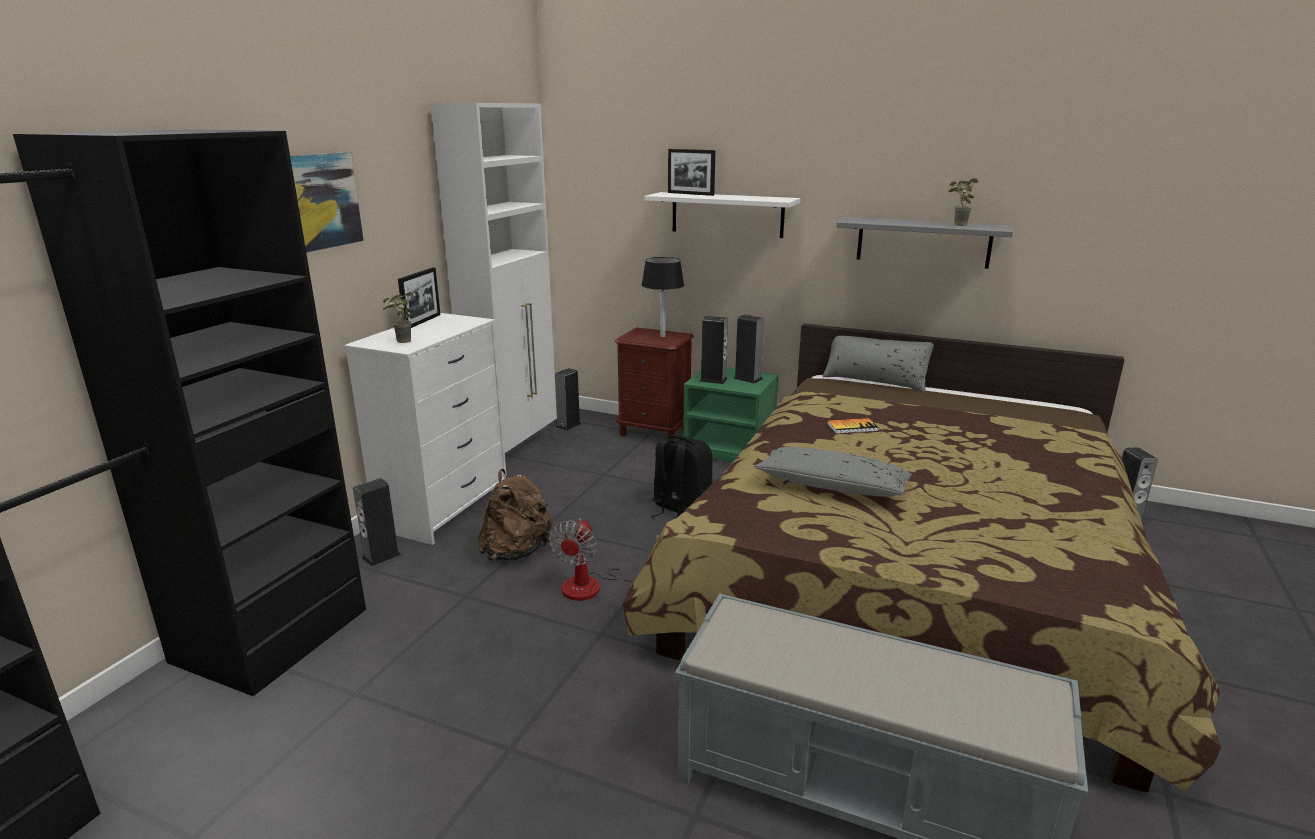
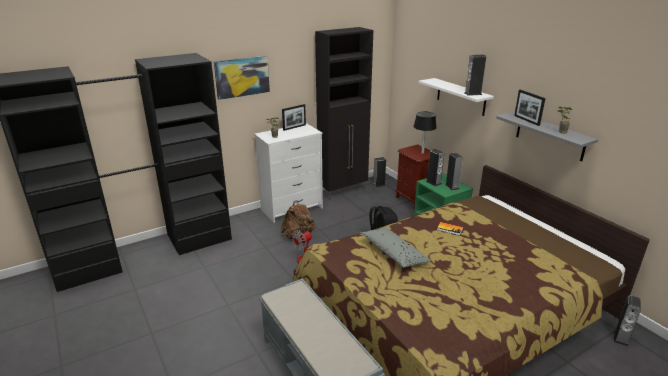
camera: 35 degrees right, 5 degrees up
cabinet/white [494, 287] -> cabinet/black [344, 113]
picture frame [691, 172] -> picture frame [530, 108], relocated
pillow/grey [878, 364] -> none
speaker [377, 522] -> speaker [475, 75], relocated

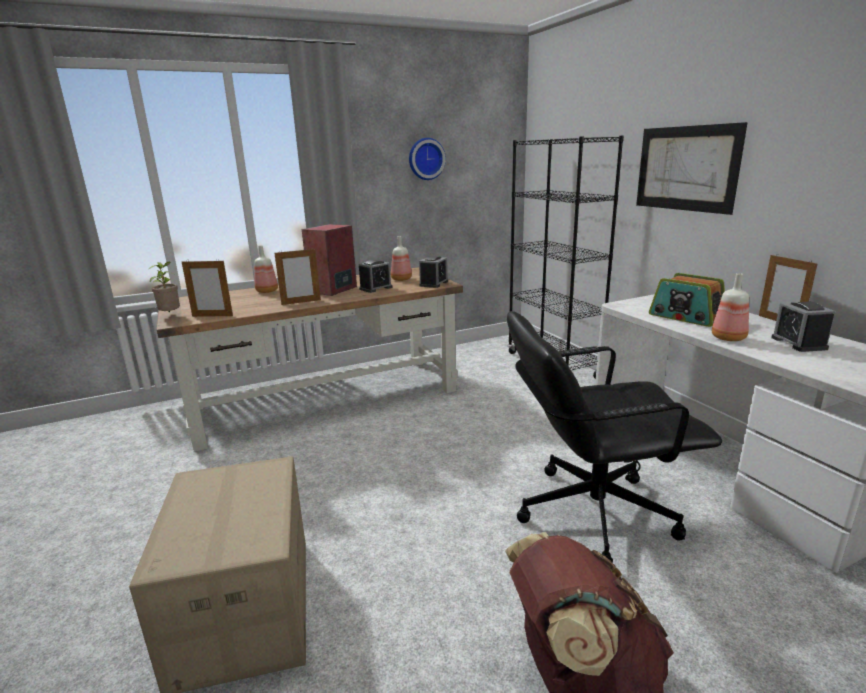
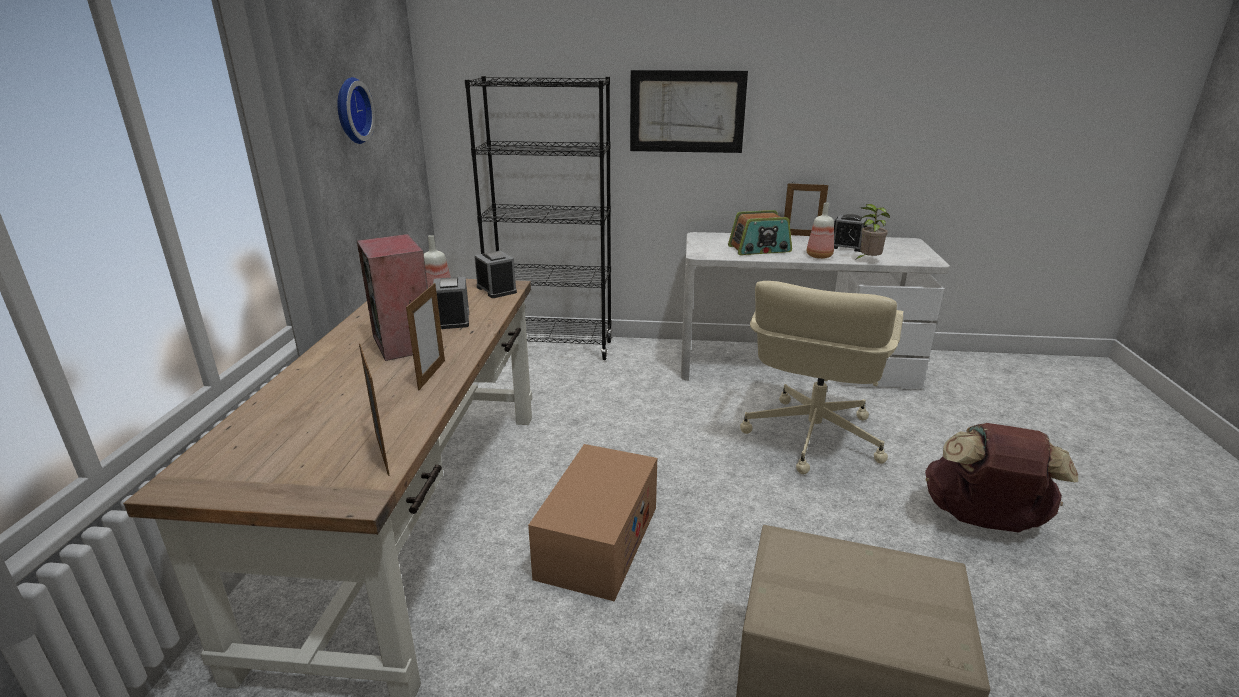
camera: 60 degrees left, 5 degrees up
bottle [266, 269] -> none
picture frame [207, 288] -> picture frame [374, 410], 60 degrees counterclockwise
potted plant [164, 287] -> potted plant [872, 232], relocated
office chair/black [614, 437] -> office chair/beige [821, 377]
none -> cardboard box [592, 523]

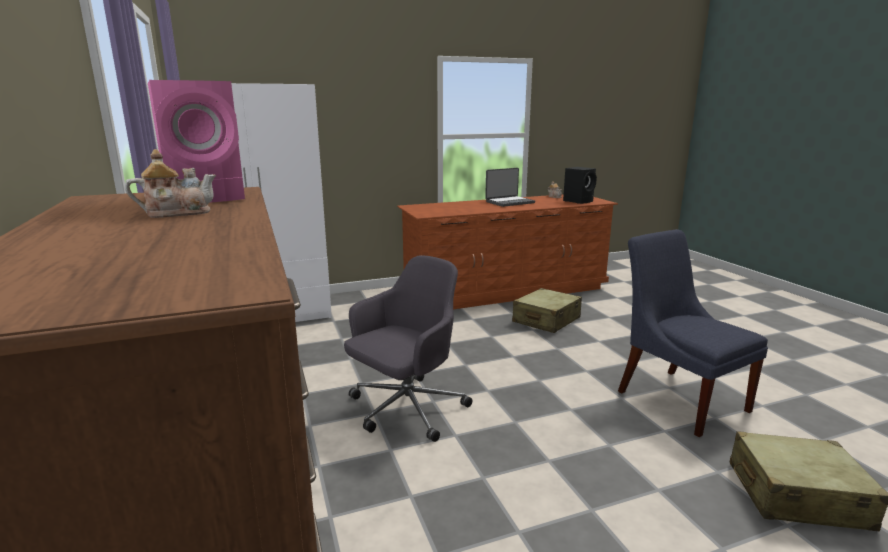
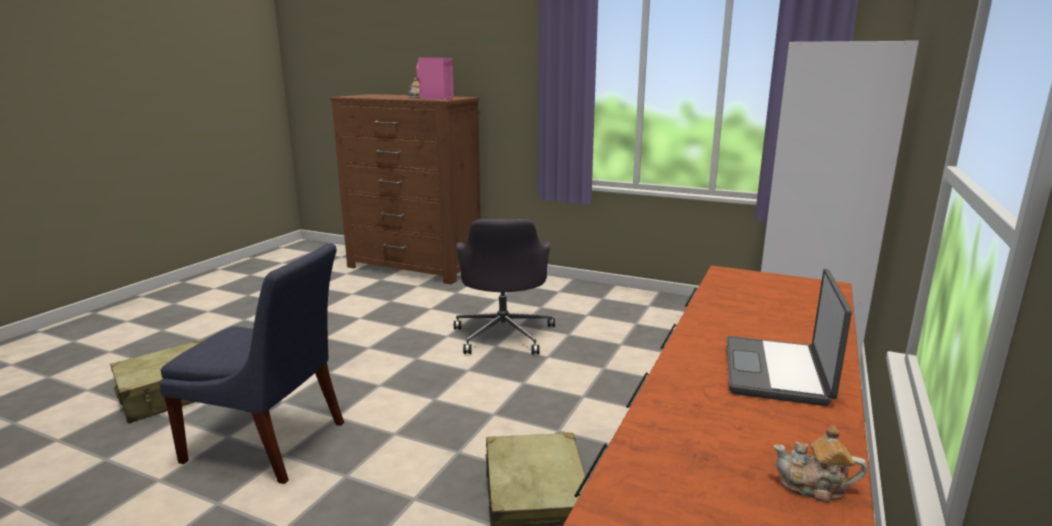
camera: 135 degrees right, 0 degrees up
speaker/black [580, 185] -> none

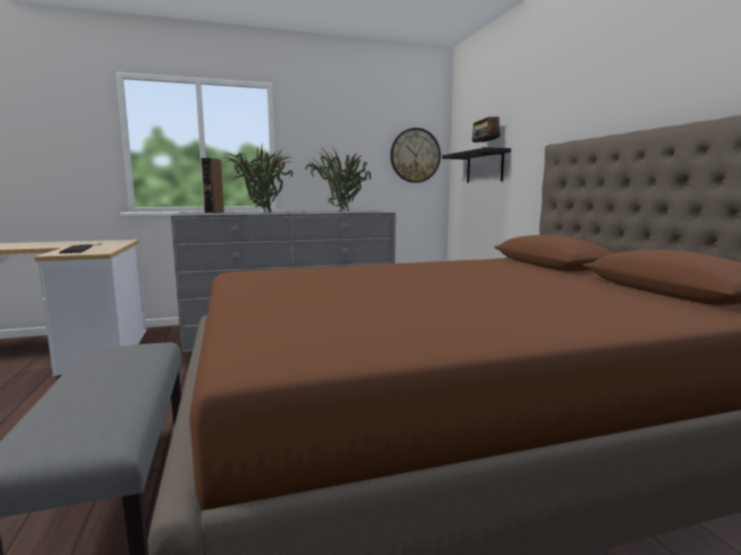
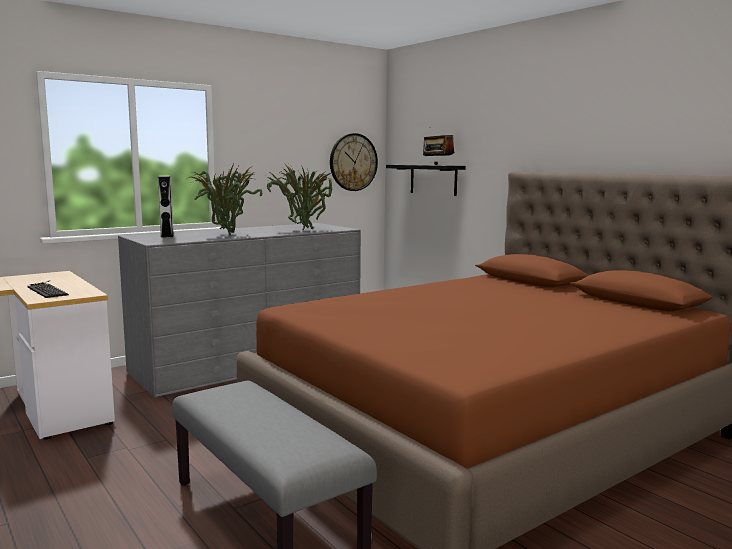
camera: 20 degrees left, 0 degrees up
speaker/brown [212, 185] -> speaker/grey [166, 207]

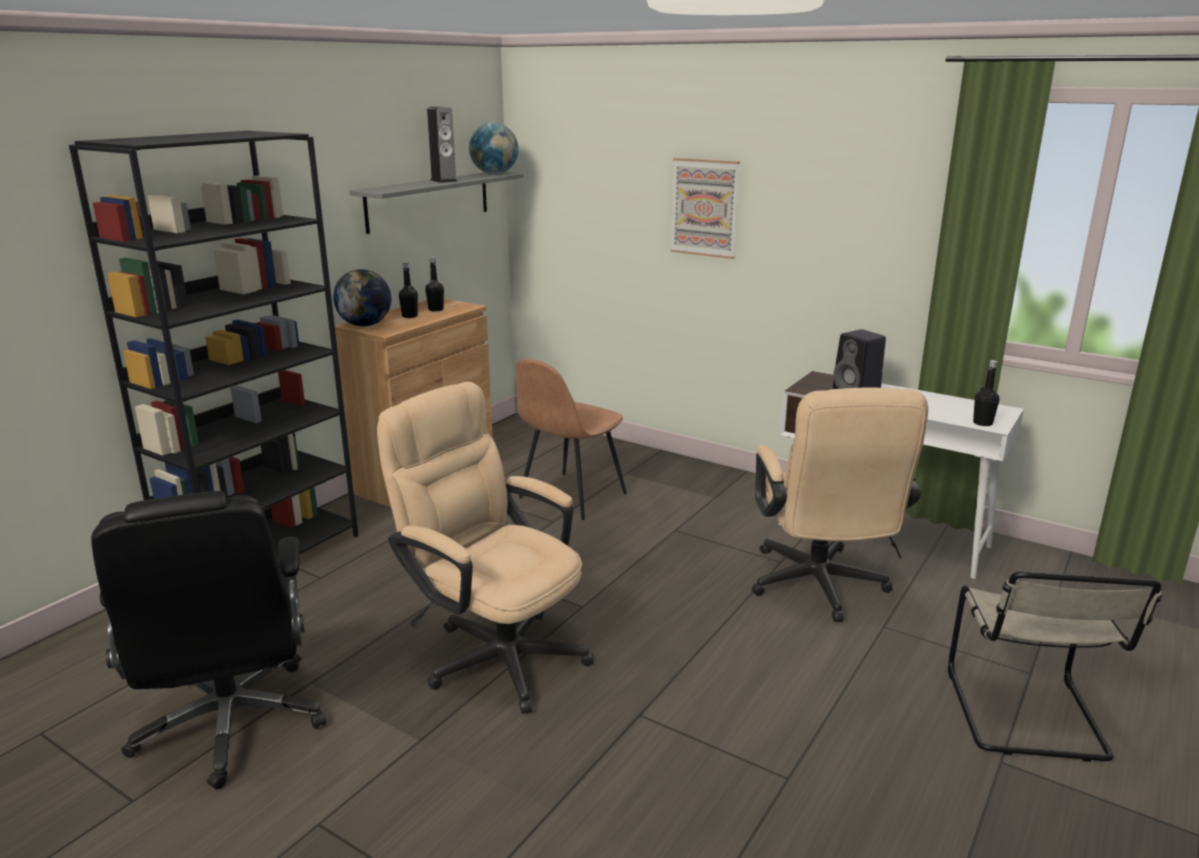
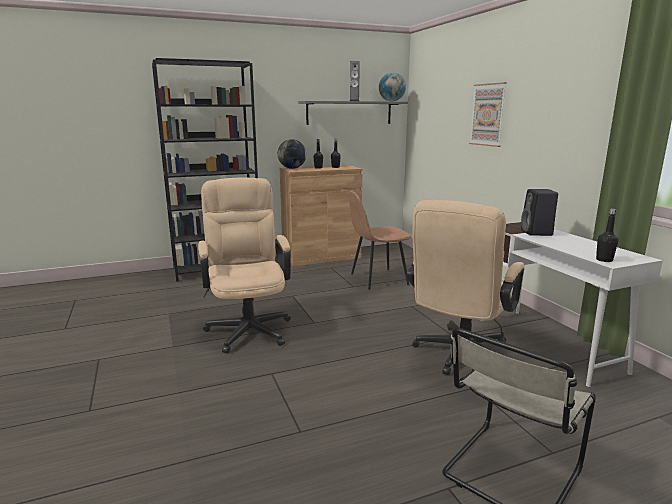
camera: 35 degrees right, 5 degrees down
office chair/black [208, 640] -> none

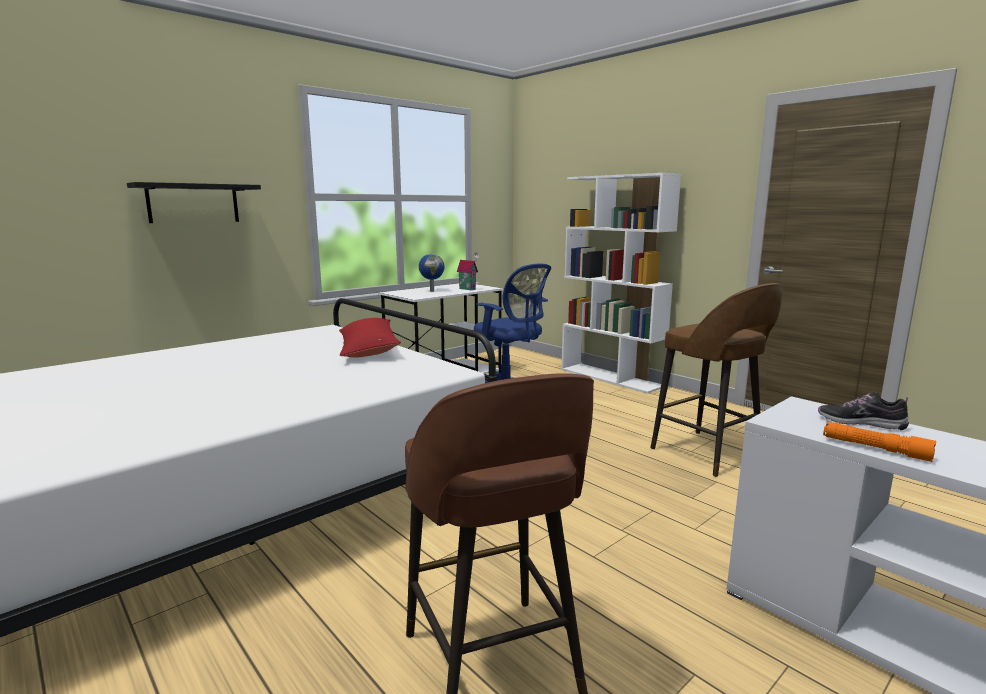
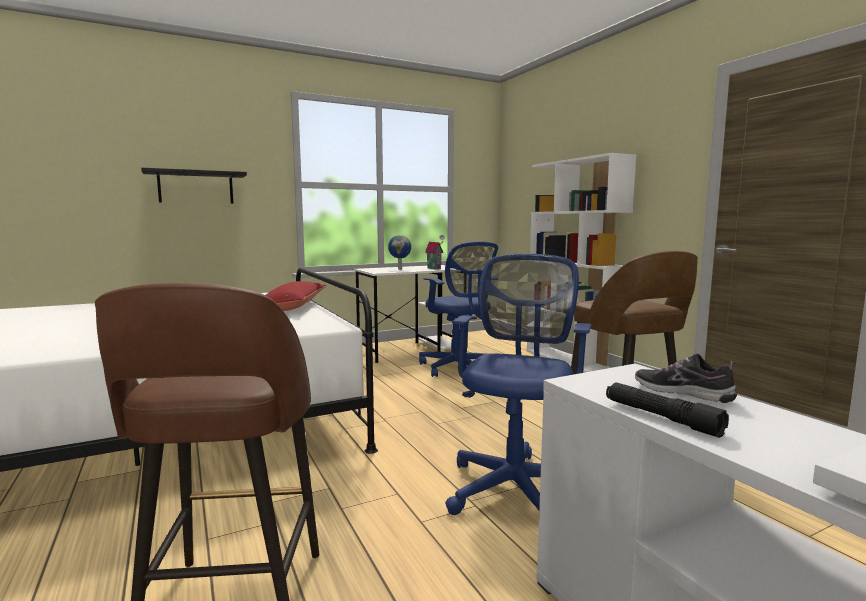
camera: 15 degrees right, 5 degrees down
flashlight/orange [879, 442] -> flashlight/black [667, 410]
none -> office chair/blue [518, 384]

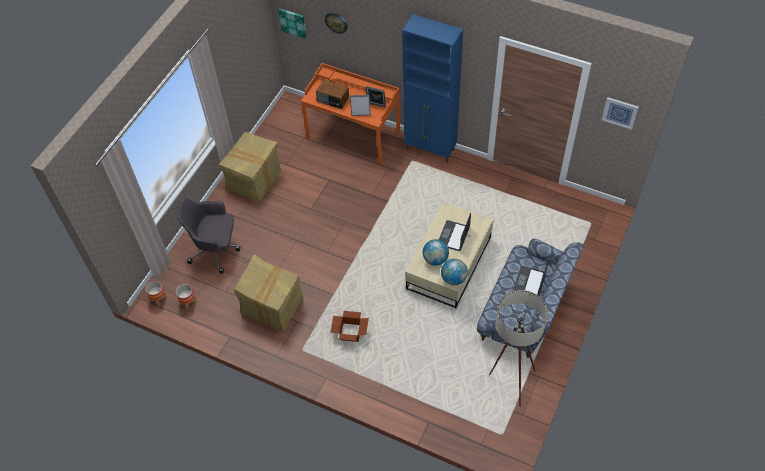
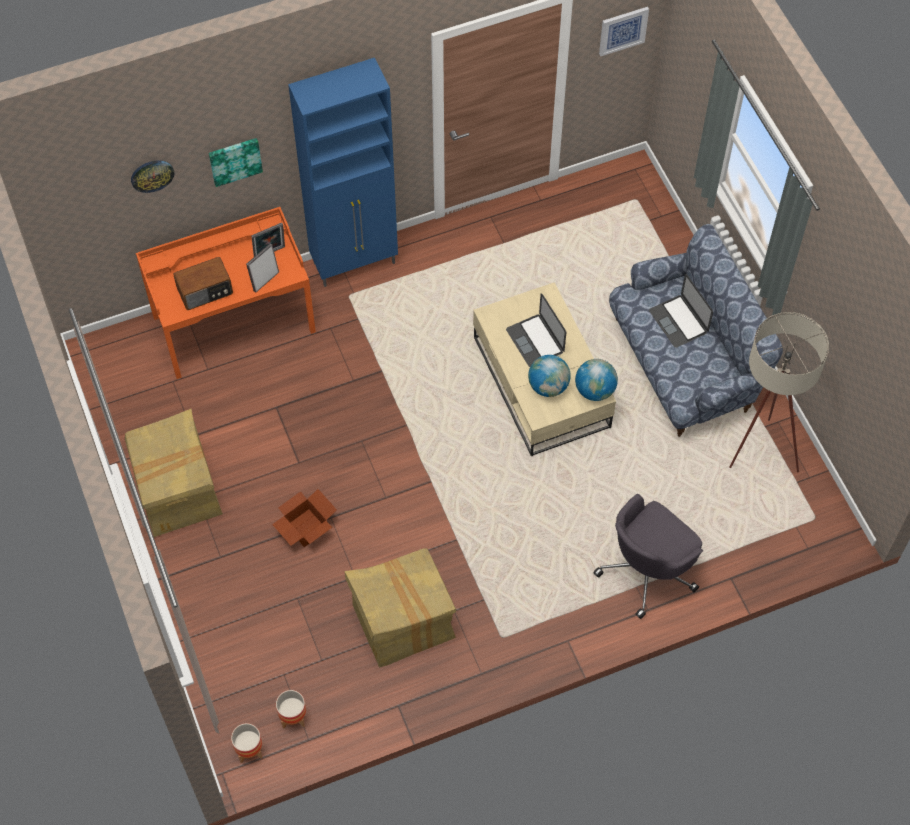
camera: 50 degrees left, 5 degrees up
picture [292, 23] -> picture [236, 162], relocated
office chair/grey [208, 236] -> office chair/grey [648, 556], relocated
cardboard box [349, 326] -> cardboard box [304, 518], relocated

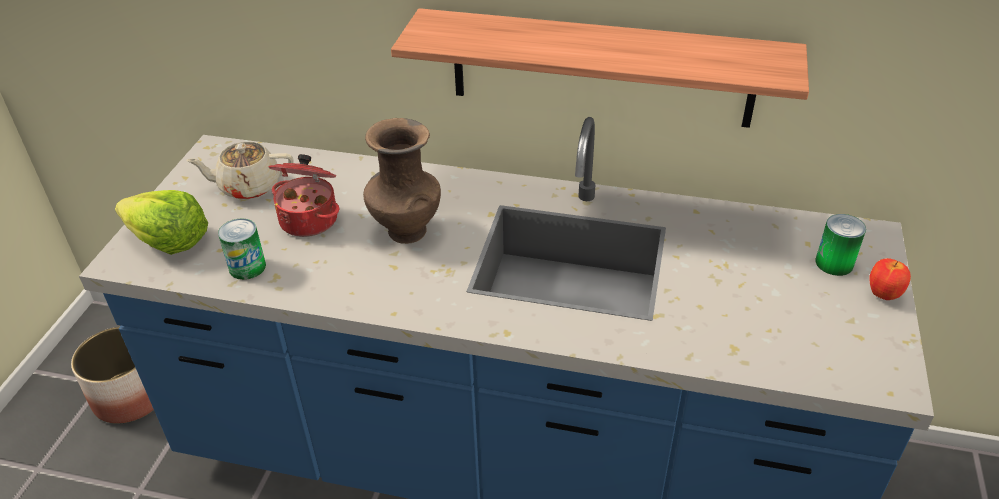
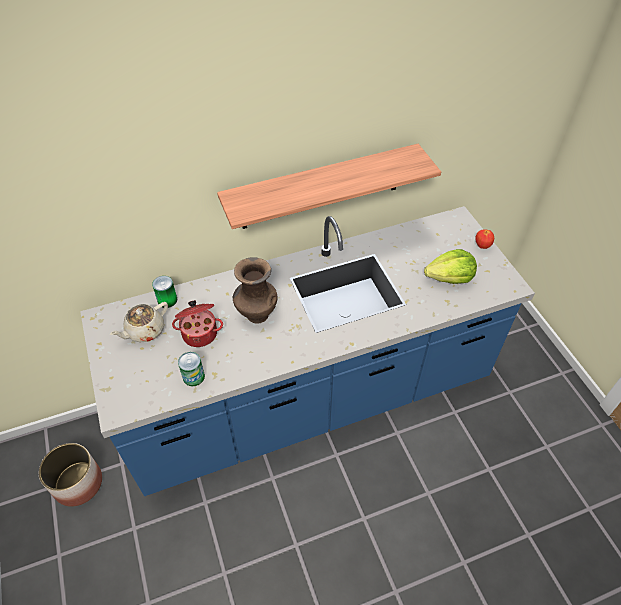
camera: 35 degrees left, 10 degrees up
lettuce [161, 222] -> lettuce [450, 266], relocated
can [840, 245] -> can [164, 292], relocated

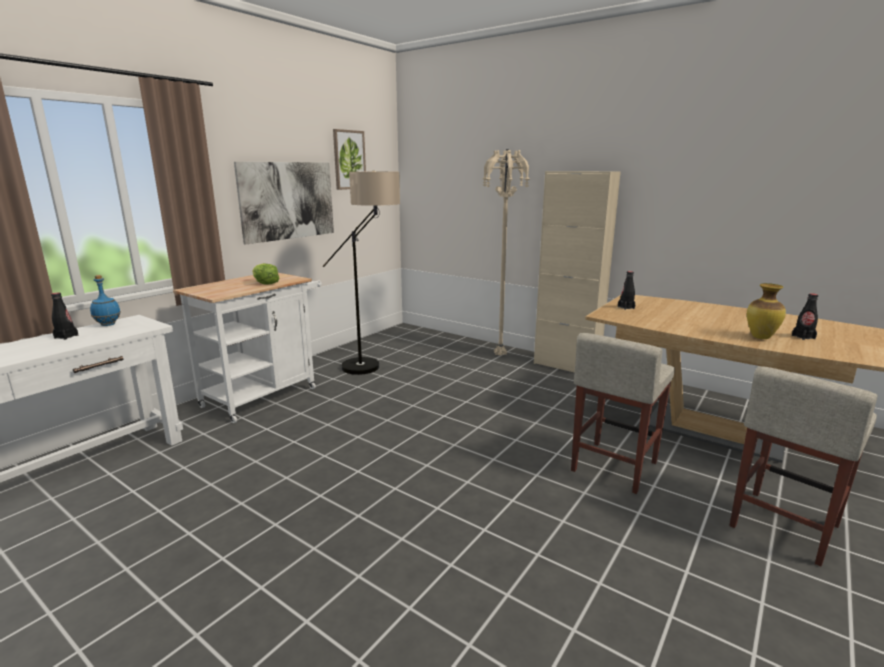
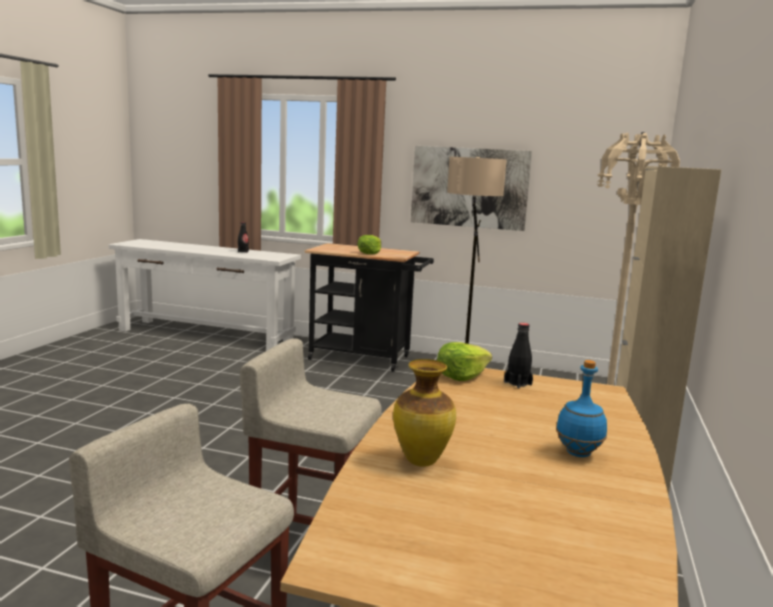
camera: 70 degrees right, 5 degrees down
picture [349, 159] -> none
cart/white [247, 348] -> cart/black [369, 307]
bottle/blue [105, 300] -> bottle/blue [581, 408], relocated
bottle/black [805, 316] -> none
none -> lettuce [464, 361]

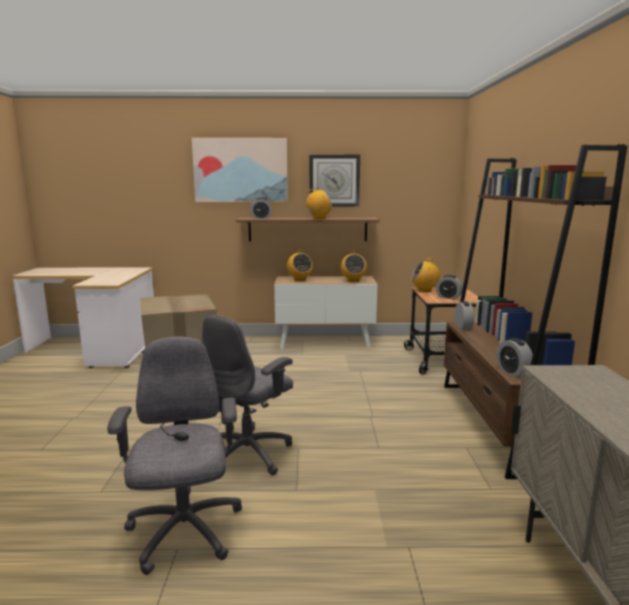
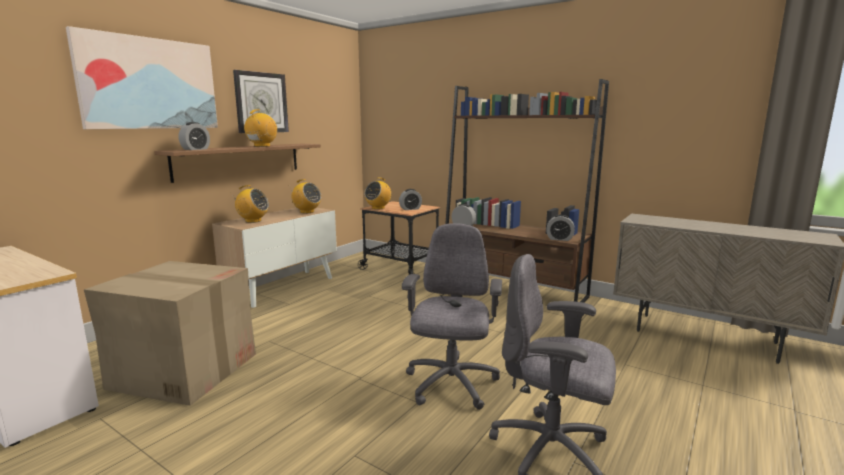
camera: 55 degrees left, 0 degrees up
office chair/grey [247, 395] -> office chair/grey [452, 316], 150 degrees counterclockwise

